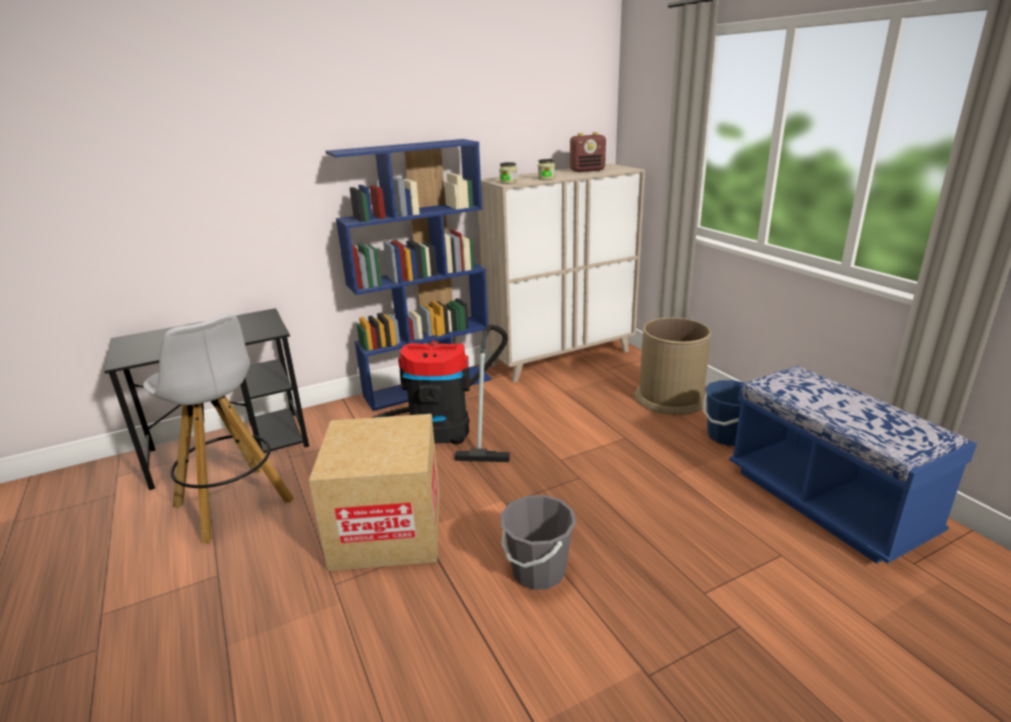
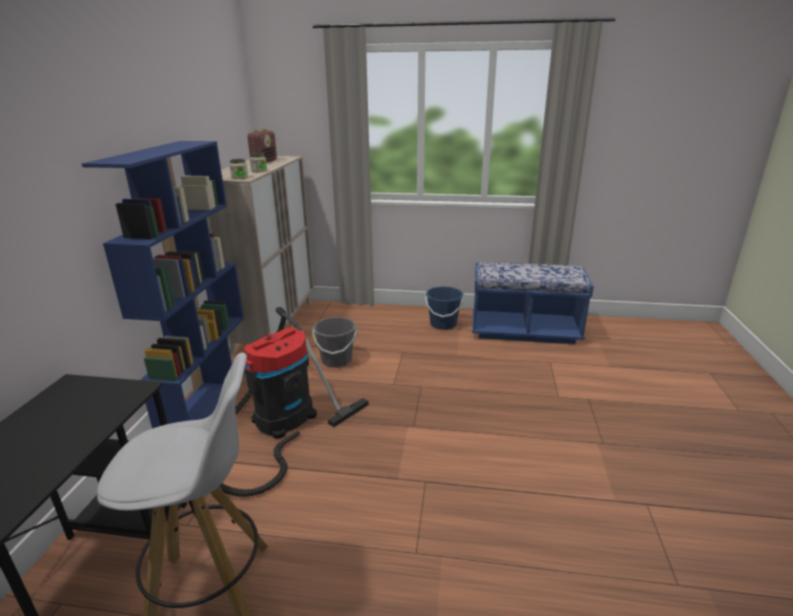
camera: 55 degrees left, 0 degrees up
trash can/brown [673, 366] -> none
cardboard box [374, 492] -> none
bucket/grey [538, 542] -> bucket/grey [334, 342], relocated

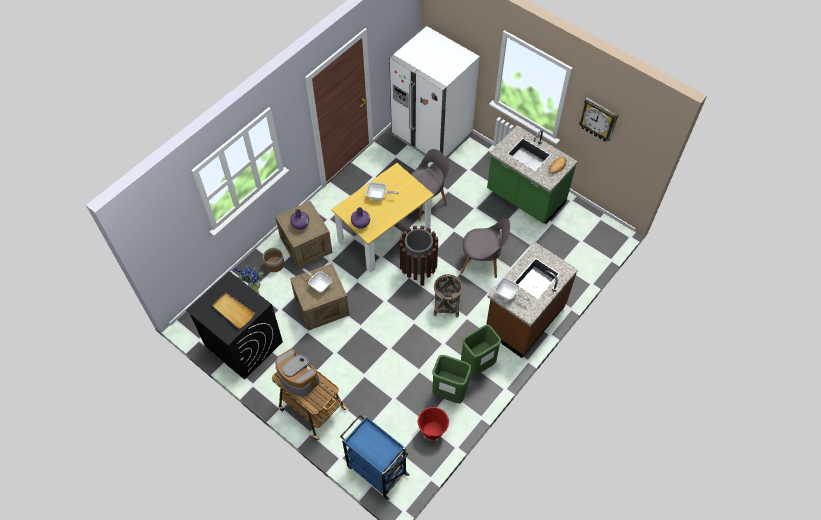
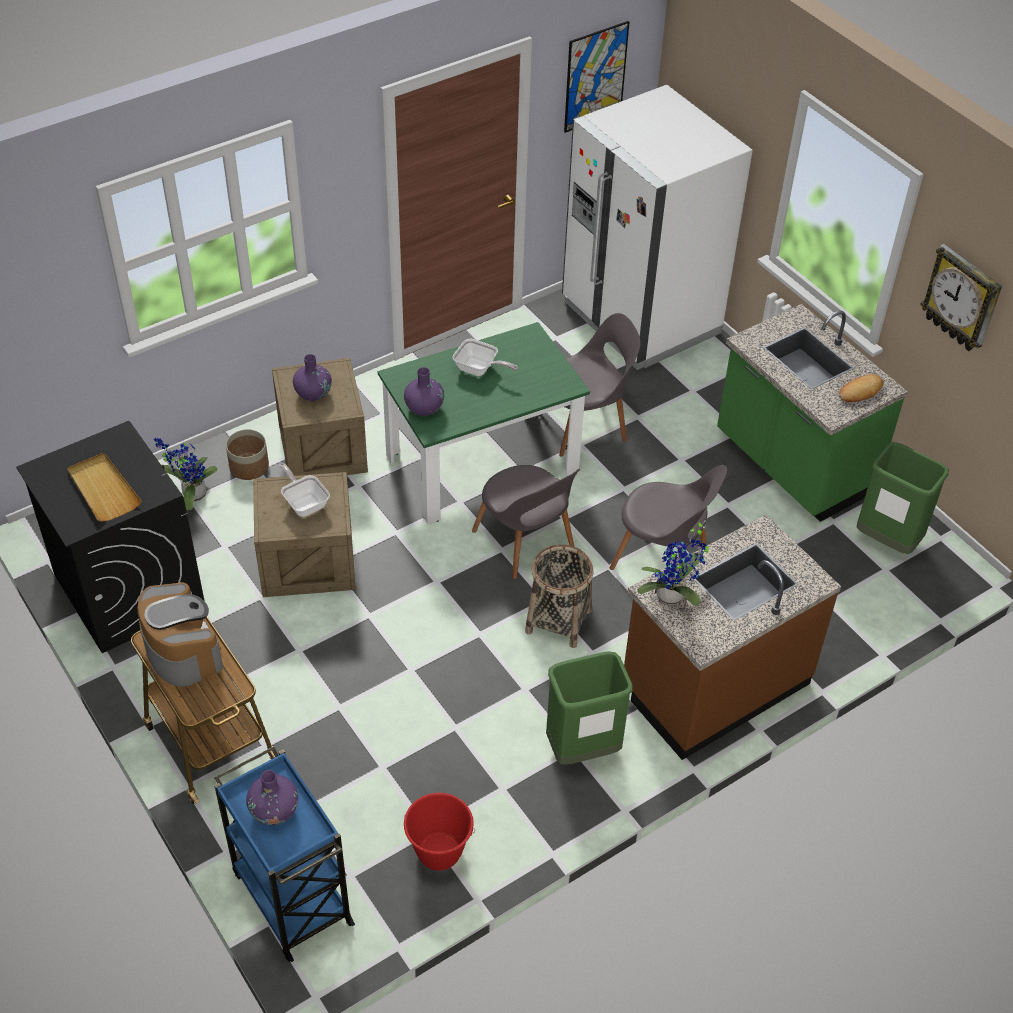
camera: 15 degrees right, 10 degrees down
dining table/yellow [382, 218] -> dining table/green [484, 423]
trash can/brown [419, 255] -> chair/grey [526, 522]
frying pan [512, 289] -> potted plant [673, 563]
trash can/green [451, 379] -> trash can/green [903, 498], relocated
none -> picture [596, 77]
none -> vase/purple [272, 797]

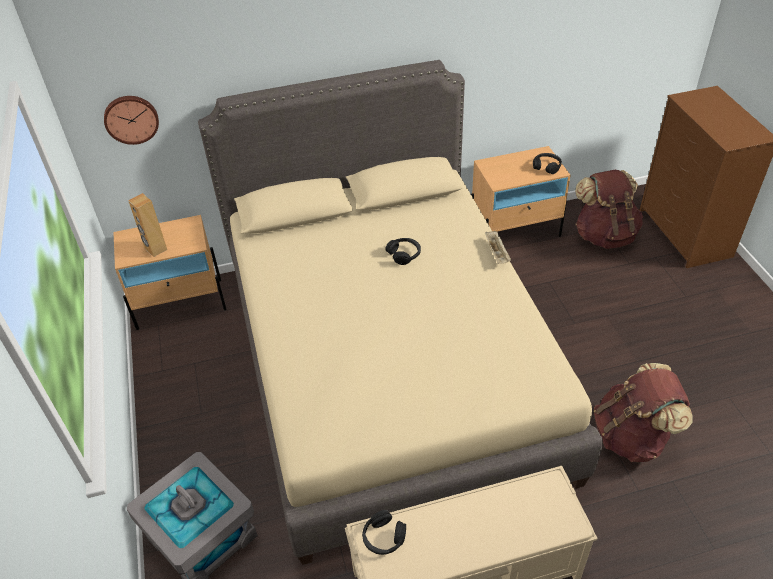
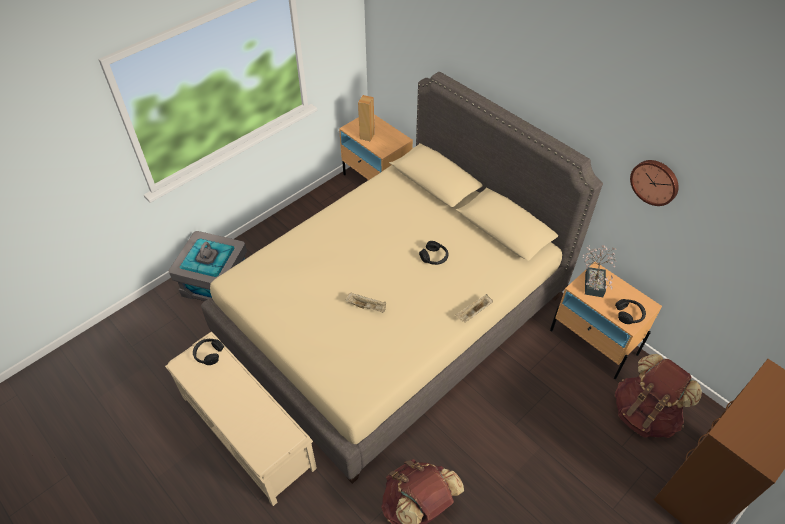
camera: 60 degrees right, 5 degrees up
wall clock [131, 120] -> wall clock [654, 183], relocated
none -> potted plant [600, 271]
none -> tray/beige [365, 303]

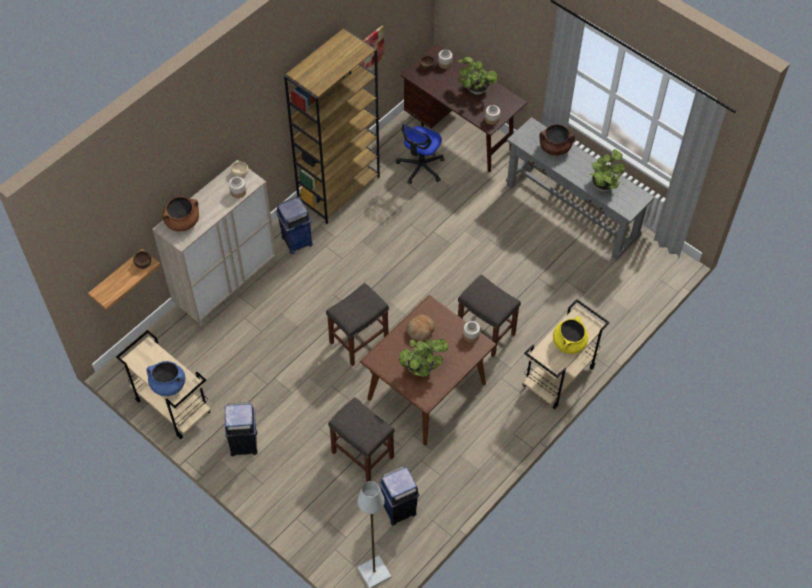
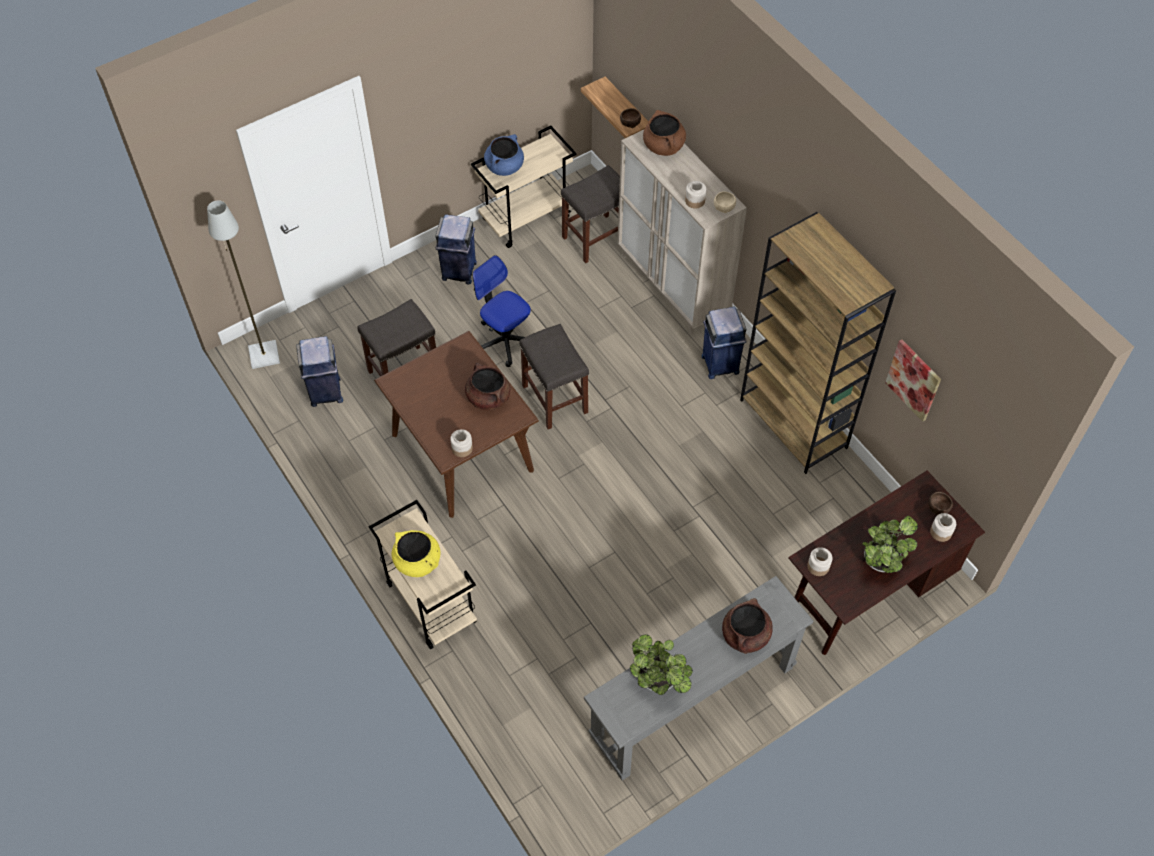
camera: 105 degrees right, 0 degrees up
office chair [420, 154] -> office chair [502, 311], relocated
stool/grey [489, 315] -> stool/grey [590, 214], relocated
bread [421, 328] -> cooking pot/brown [487, 387]
potted plant [424, 358] -> none

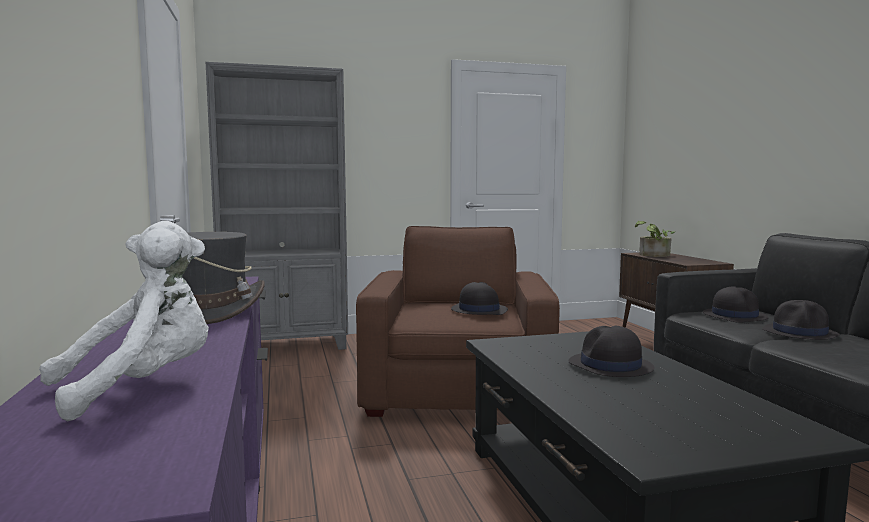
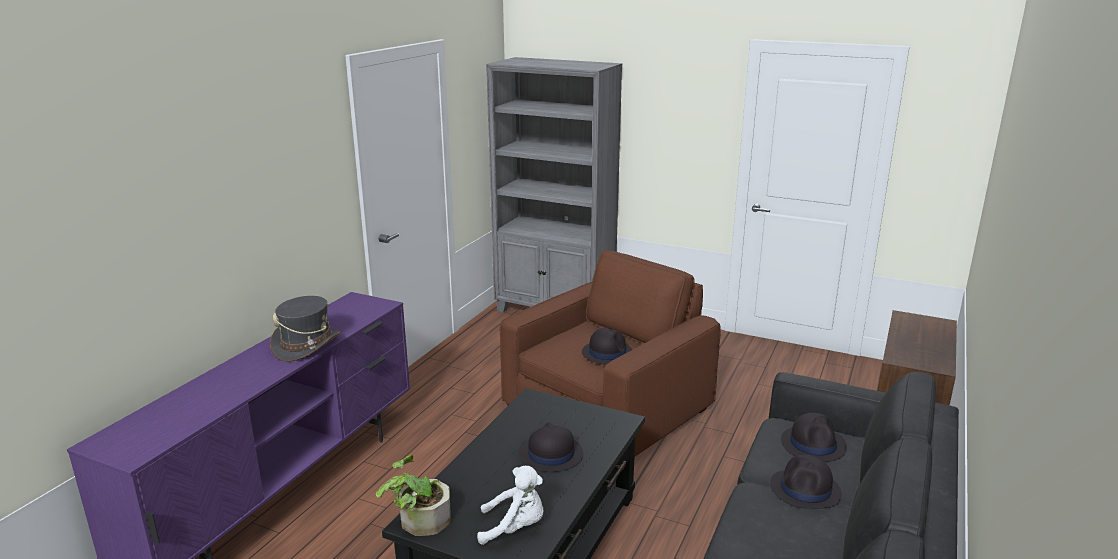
camera: 40 degrees right, 15 degrees up
plush toy/white [124, 321] -> plush toy/white [510, 505], relocated
potted plant [655, 239] -> potted plant [413, 495], relocated

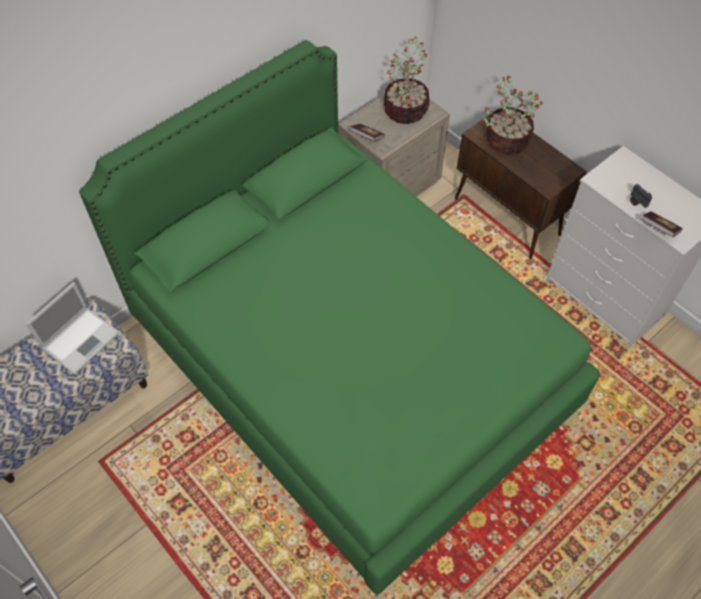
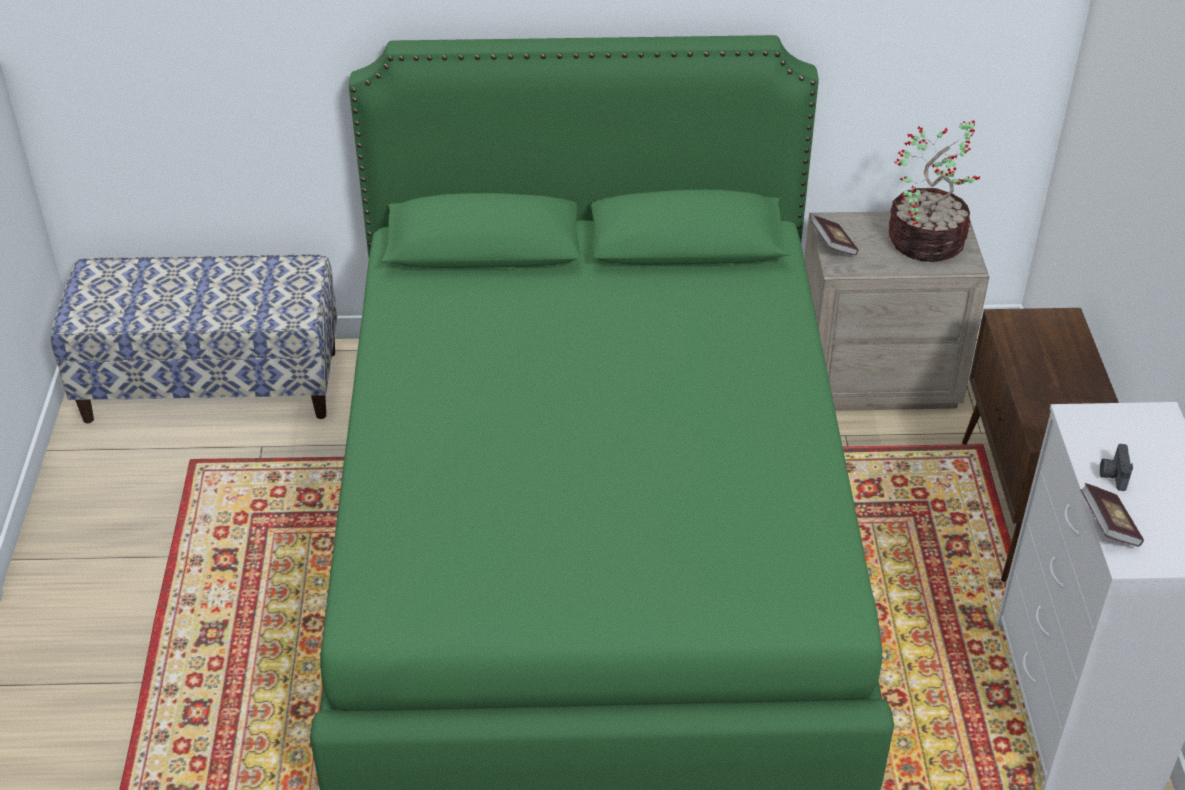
camera: 40 degrees right, 15 degrees down
potted plant [512, 115] -> none
laptop [72, 328] -> none

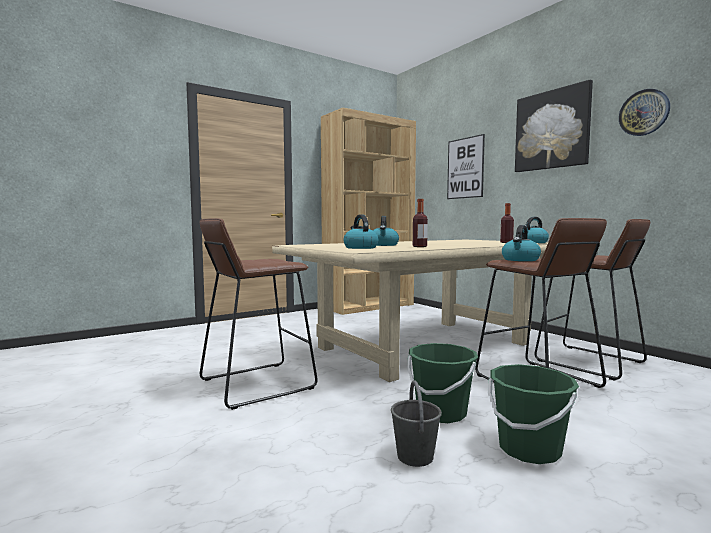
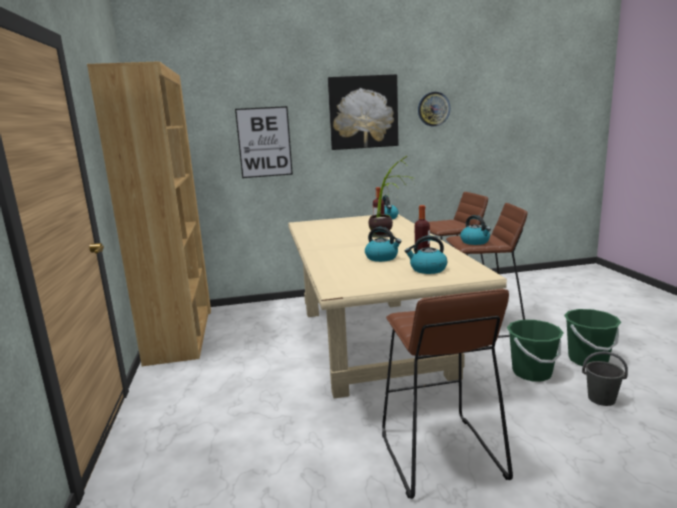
camera: 65 degrees left, 10 degrees up
none -> potted plant [391, 197]

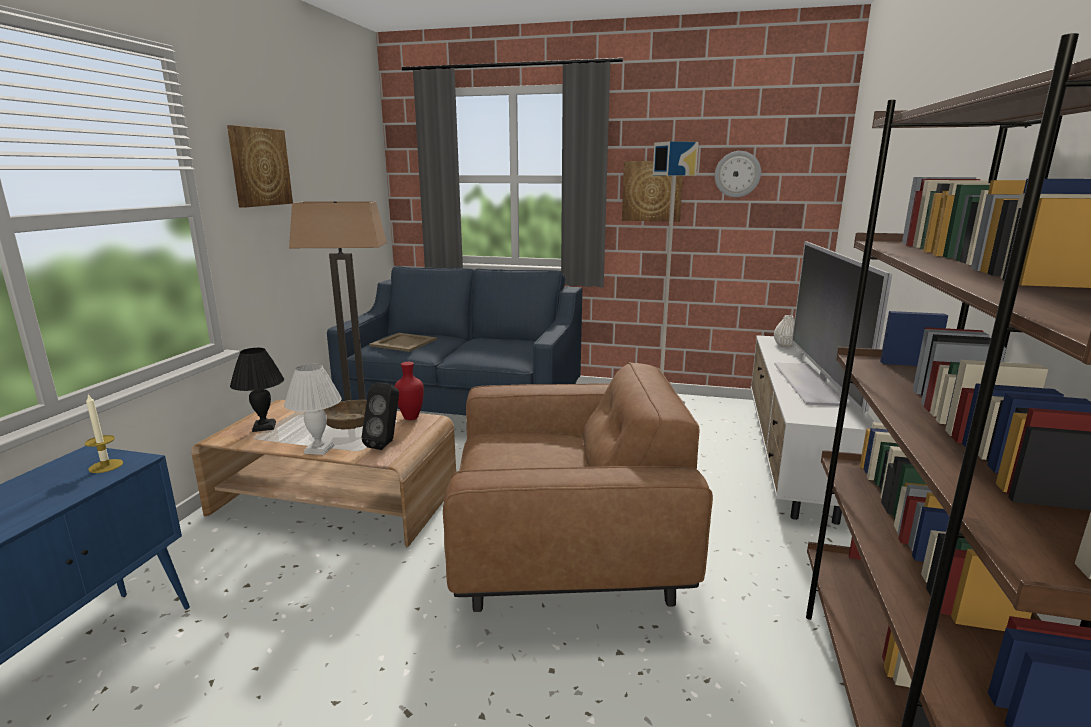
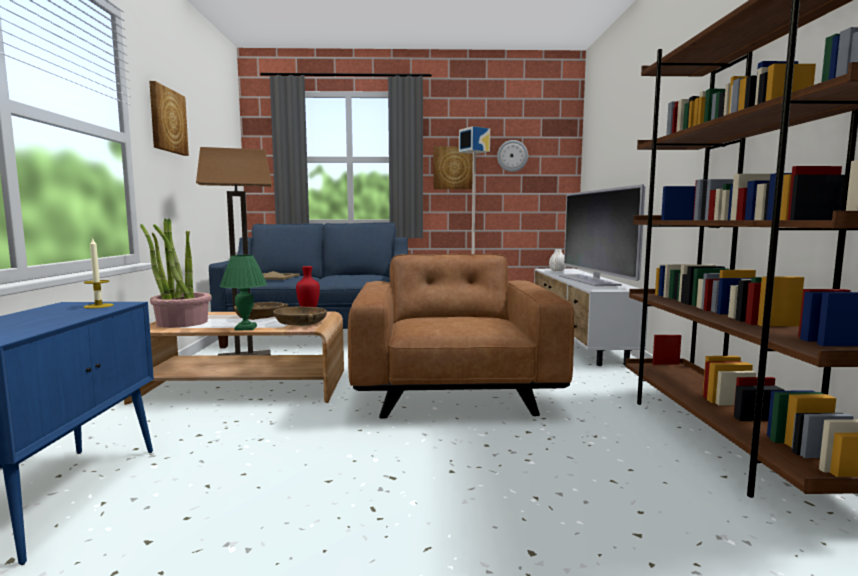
camera: 15 degrees left, 10 degrees down
table lamp/black [257, 390] -> potted plant [176, 273]
armchair/brown [578, 487] -> armchair/brown [461, 336], 75 degrees counterclockwise
table lamp/white [313, 409] -> table lamp/green [243, 293]
speaker/black [380, 416] -> bowl/brown [300, 316]

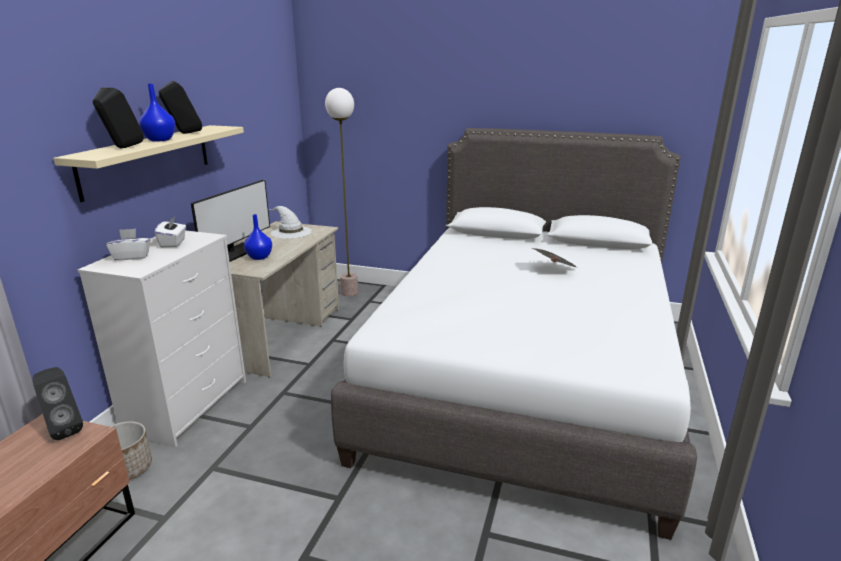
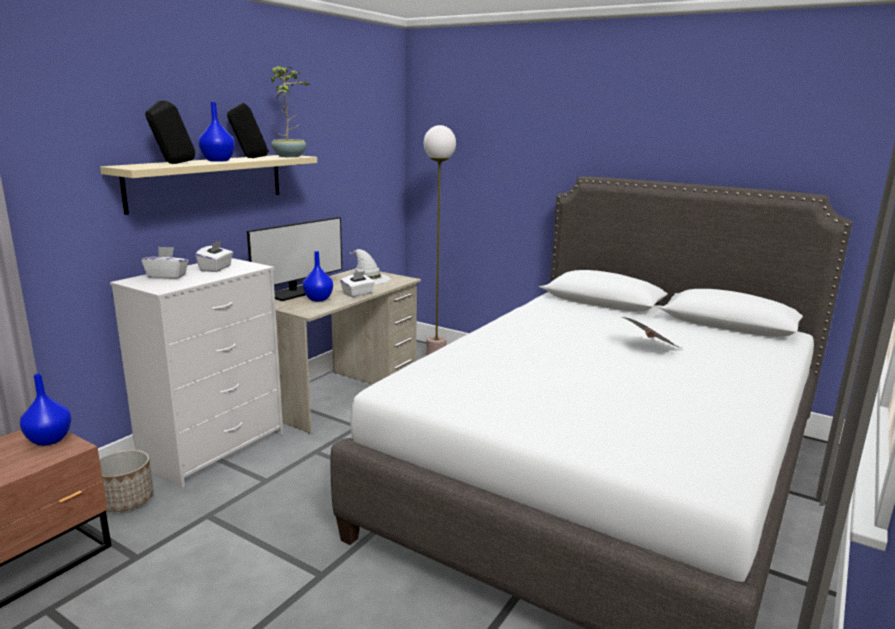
camera: 15 degrees right, 5 degrees down
speaker/black [57, 403] -> vase/blue [46, 409]
none -> potted plant [290, 111]
none -> tissue box/white [357, 284]

